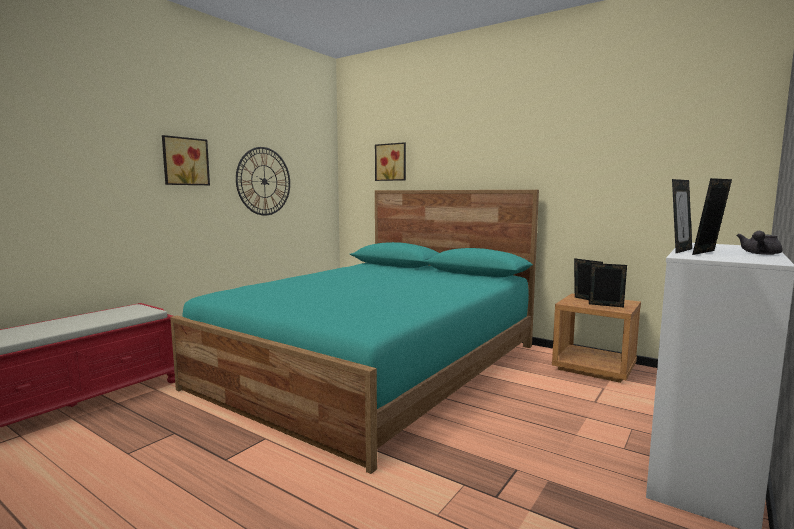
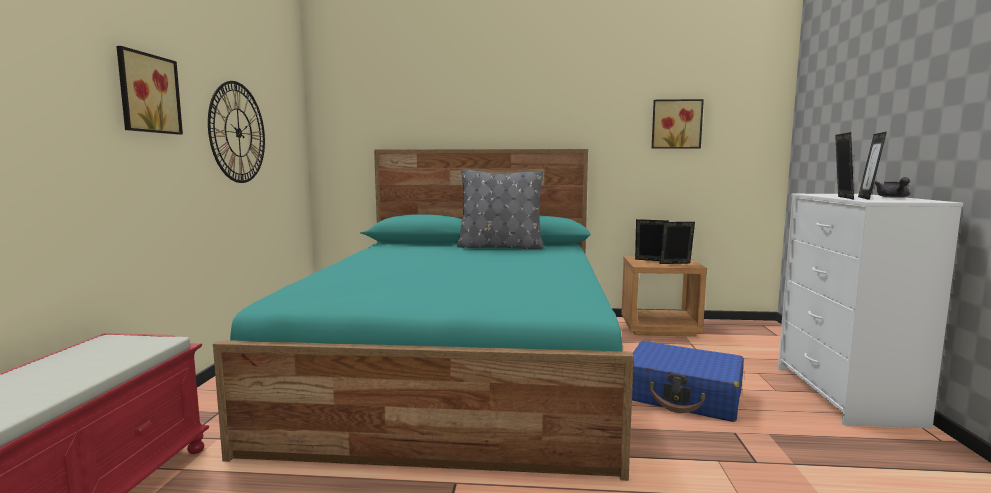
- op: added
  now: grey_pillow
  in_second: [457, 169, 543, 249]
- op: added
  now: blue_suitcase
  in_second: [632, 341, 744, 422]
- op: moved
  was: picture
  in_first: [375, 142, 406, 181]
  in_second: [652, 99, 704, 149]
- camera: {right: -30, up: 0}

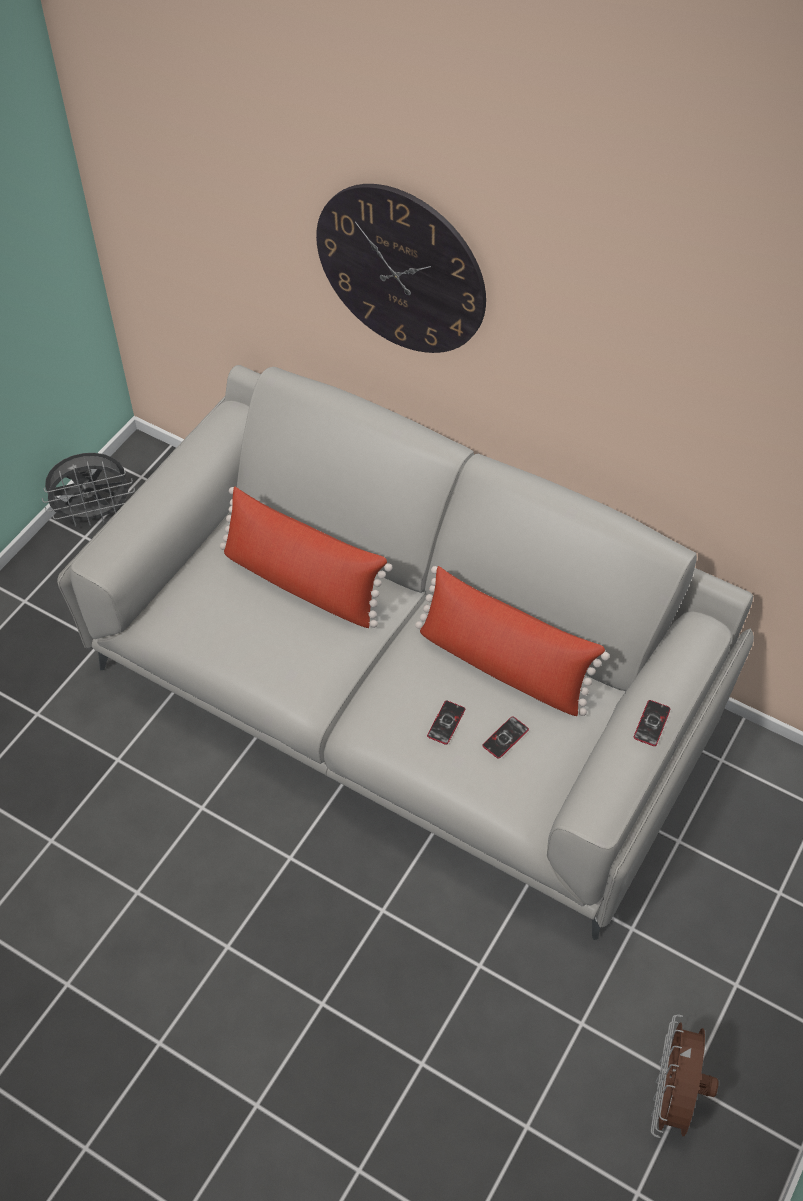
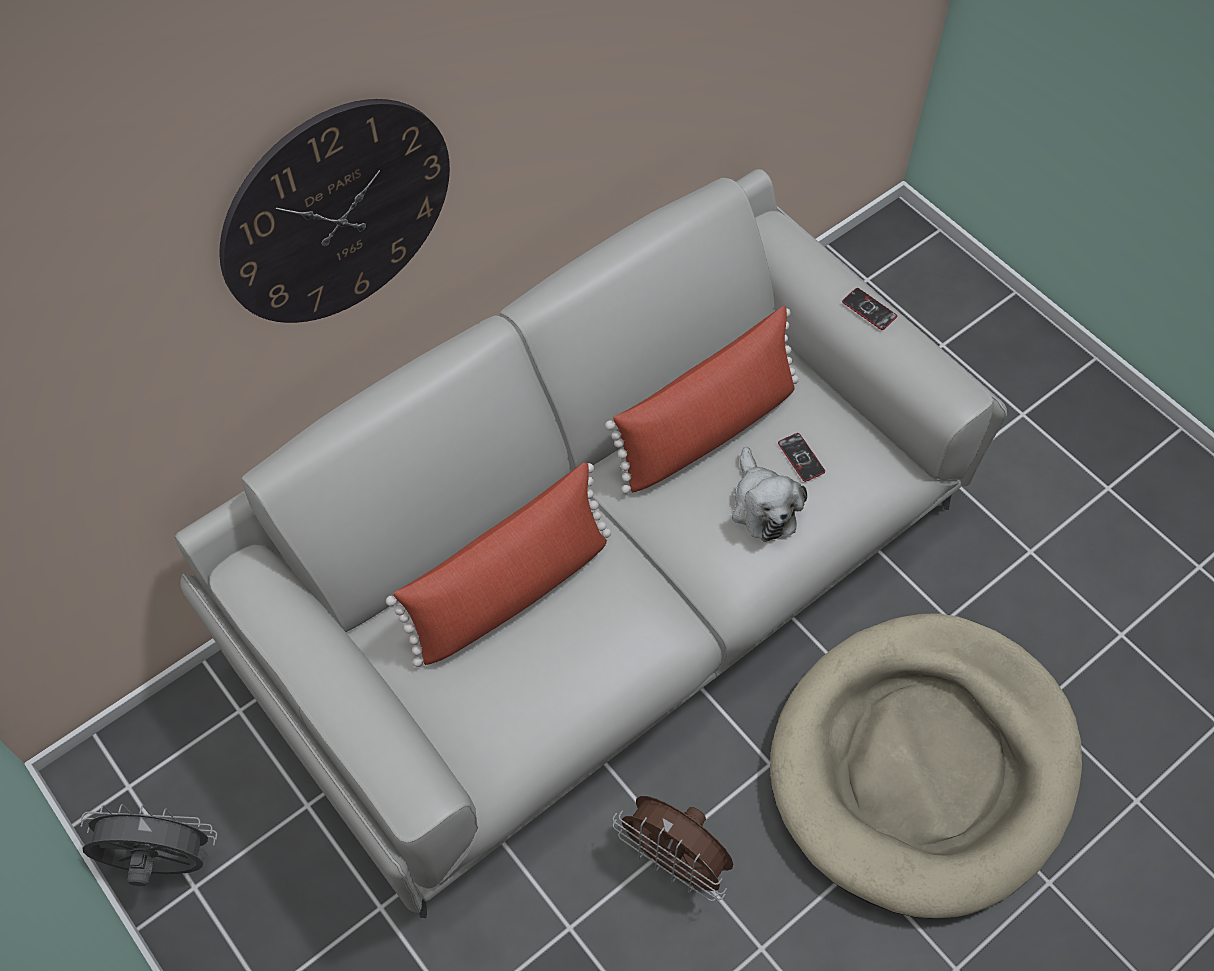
- op: turned
  was: grey_fan
  in_first: [42, 453, 135, 526]
  in_second: [80, 804, 217, 886]
  clockwise: -90
- op: moved
  was: brown_fan
  in_first: [651, 1015, 719, 1138]
  in_second: [613, 796, 733, 901]
- op: replaced
  was: phone
  now: plush_toy
  in_first: [427, 701, 465, 745]
  in_second: [732, 447, 807, 542]
- op: added
  now: beige_dog_bed
  in_second: [770, 614, 1082, 919]
- camera: {right: -70, up: 5}

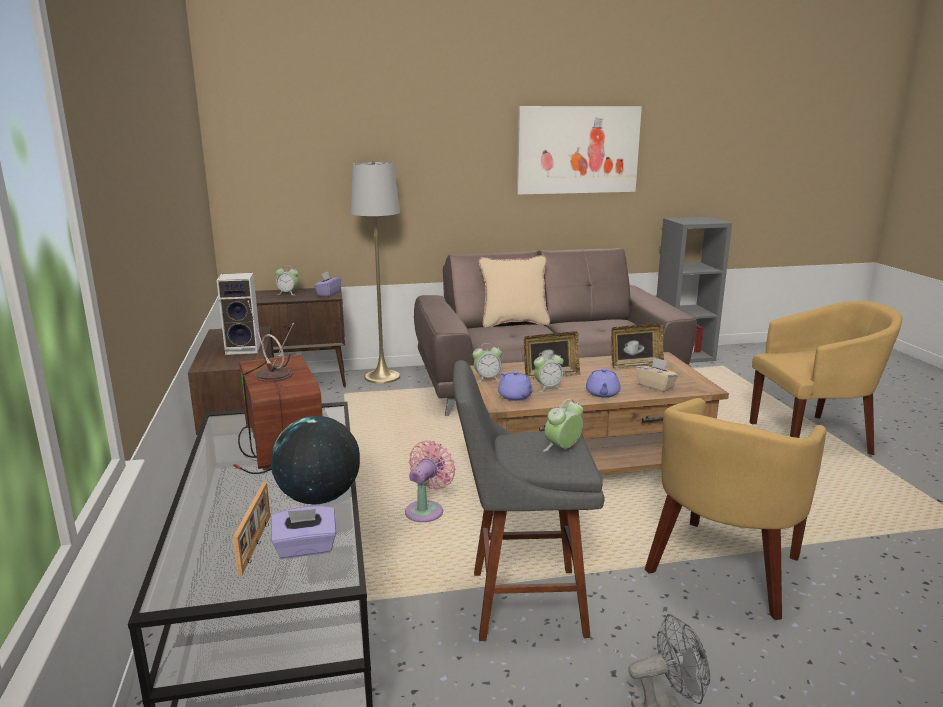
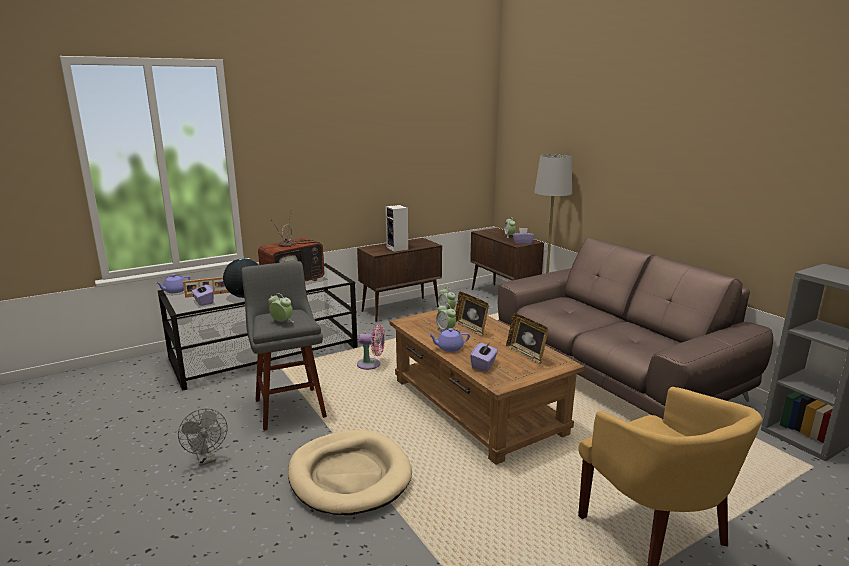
- op: moved
  was: purple_teapot
  in_first: [498, 371, 533, 401]
  in_second: [156, 274, 190, 293]
- op: replaced
  was: yellow_armchair
  now: beige_dog_bed
  in_first: [645, 398, 826, 620]
  in_second: [288, 430, 412, 515]
- op: recoloured
  was: beige_tissue_box
  now: purple_tissue_box
  in_first: [636, 357, 678, 392]
  in_second: [470, 341, 498, 371]
- op: removed
  was: beige_pillow
  in_first: [479, 255, 550, 328]
- op: removed
  was: picture
  in_first: [517, 106, 642, 195]
- camera: {right: 70, up: 0}

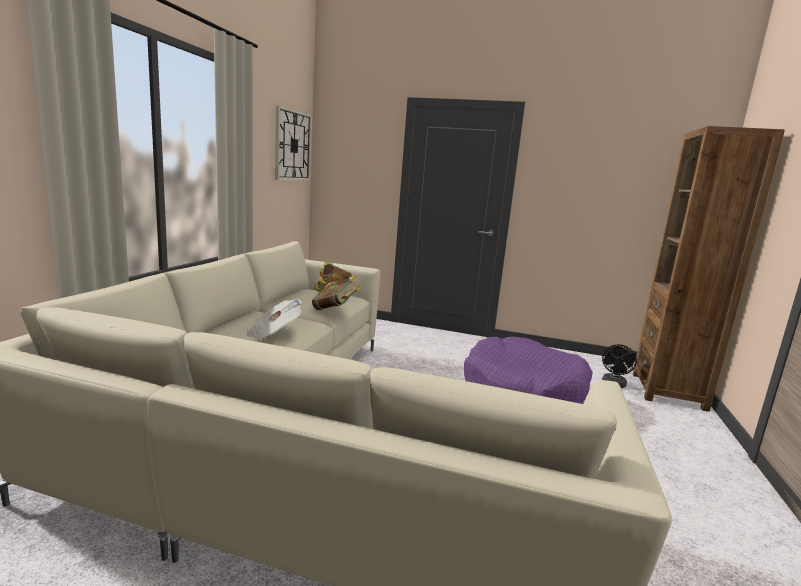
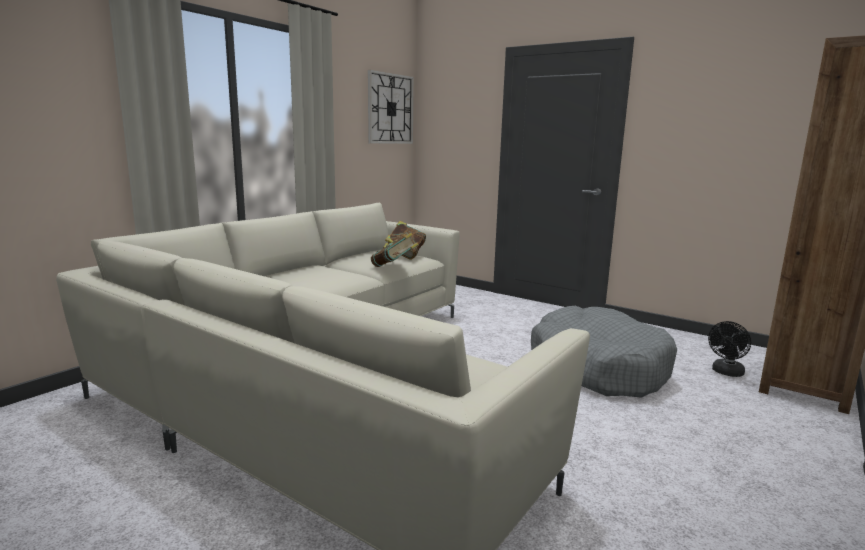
- op: recoloured
  was: purple_dog_bed
  now: grey_dog_bed
  in_first: [464, 337, 593, 404]
  in_second: [531, 306, 677, 398]
- op: removed
  was: newspaper
  in_first: [243, 299, 303, 339]
- camera: {right: 20, up: 0}

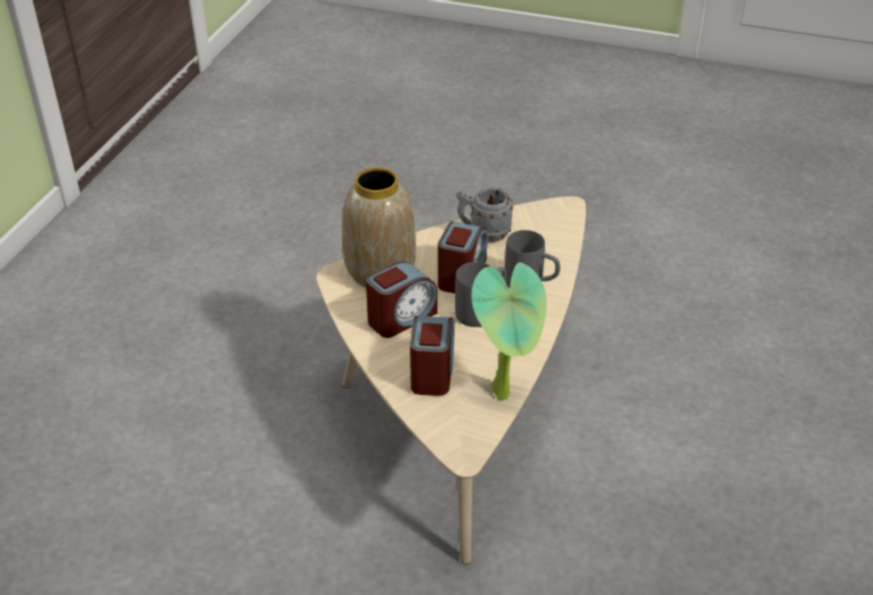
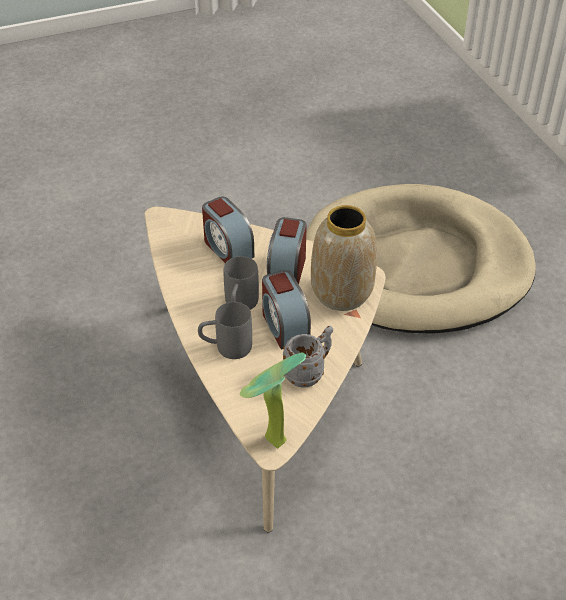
- op: moved
  was: potted_plant
  in_first: [471, 263, 547, 400]
  in_second: [240, 353, 306, 449]
- op: added
  now: beige_dog_bed
  in_second: [306, 184, 536, 334]
- camera: {right: 140, up: 5}

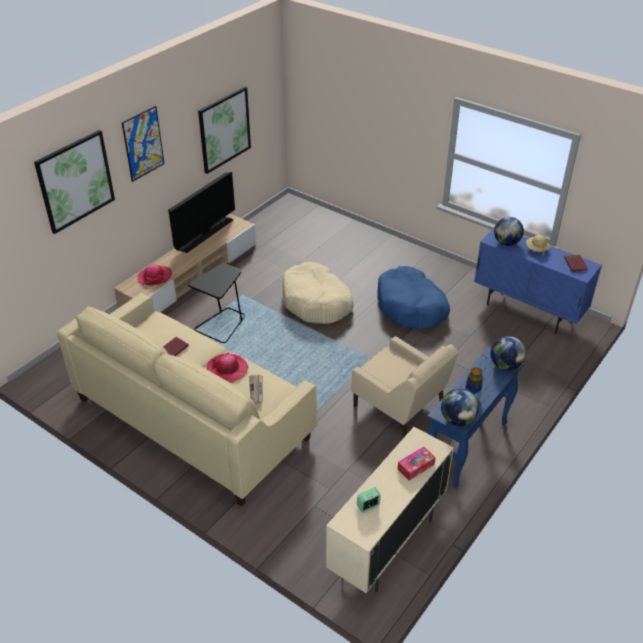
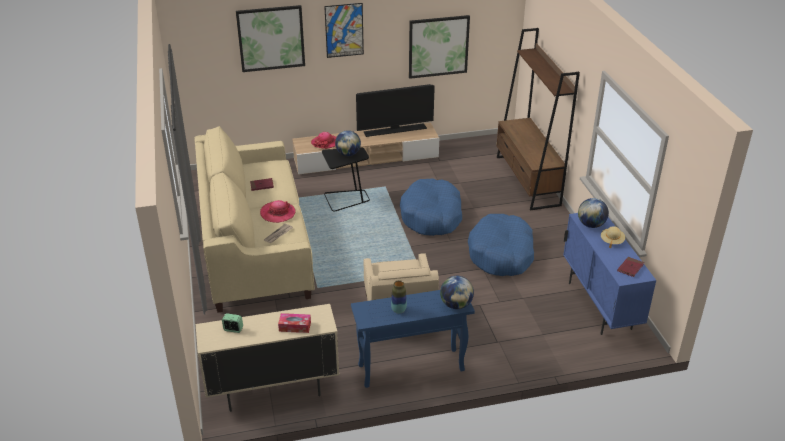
- op: moved
  was: globe
  in_first: [441, 389, 479, 426]
  in_second: [335, 130, 361, 156]
- op: recoloured
  was: beige_dog_bed
  now: blue_dog_bed
  in_first: [283, 262, 353, 324]
  in_second: [400, 179, 462, 236]
- op: added
  now: brown_bookcase
  in_second: [497, 28, 580, 210]
- camera: {right: 40, up: -5}

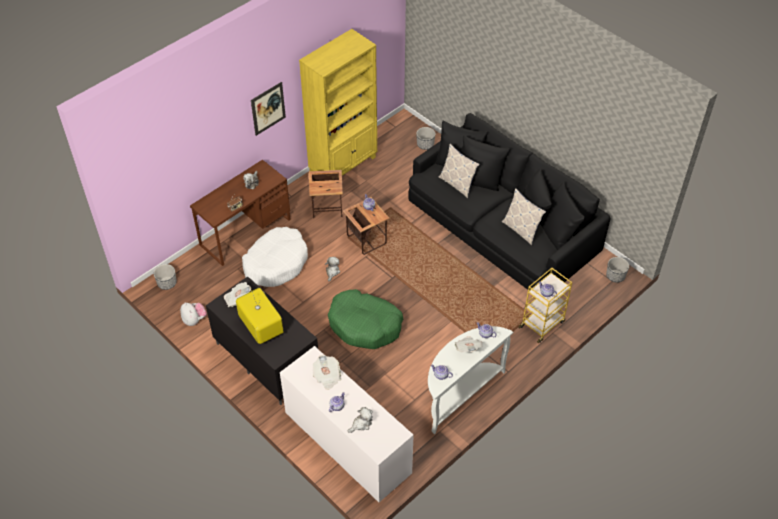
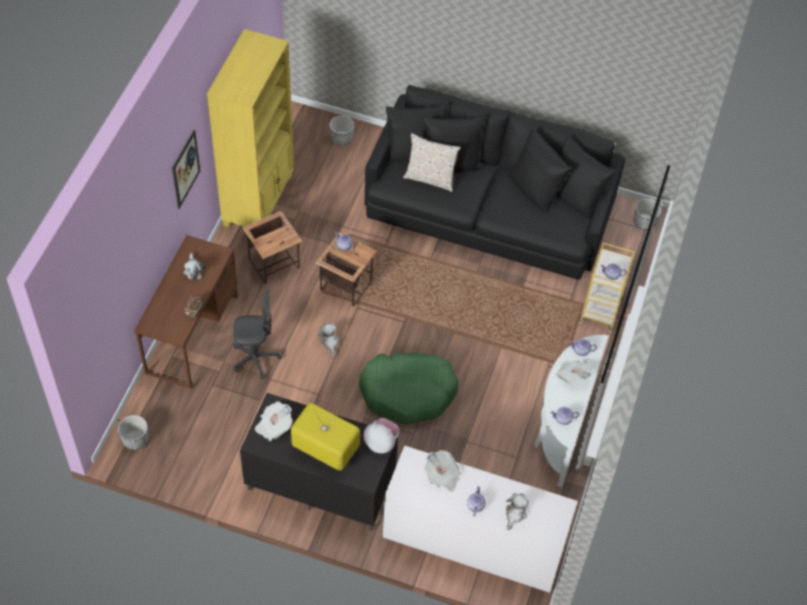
- op: replaced
  was: white_dog_bed
  now: grey_office_chair
  in_first: [242, 227, 308, 287]
  in_second: [233, 290, 282, 379]
- op: moved
  was: plush_toy
  in_first: [180, 303, 207, 326]
  in_second: [364, 418, 400, 454]
- op: removed
  was: pillow
  in_first: [502, 188, 546, 246]
- camera: {right: -30, up: 5}

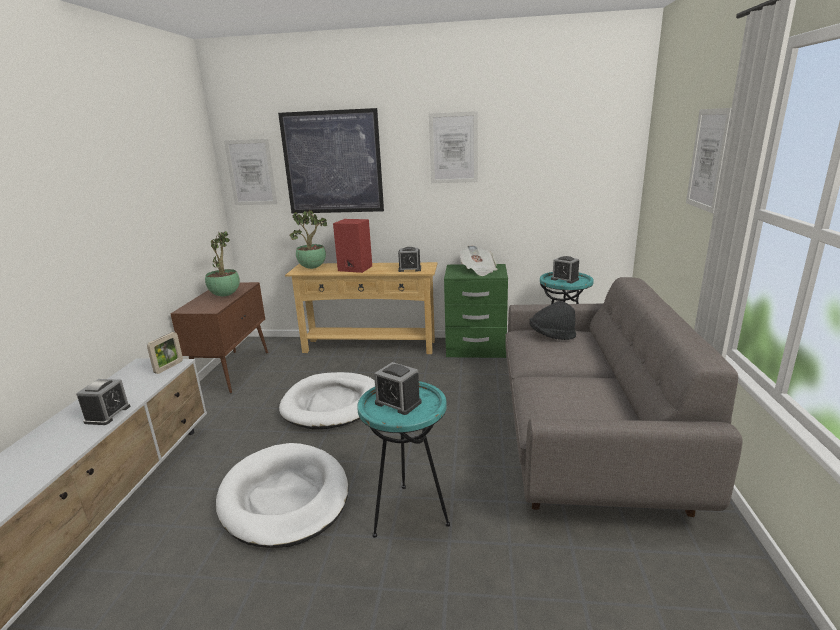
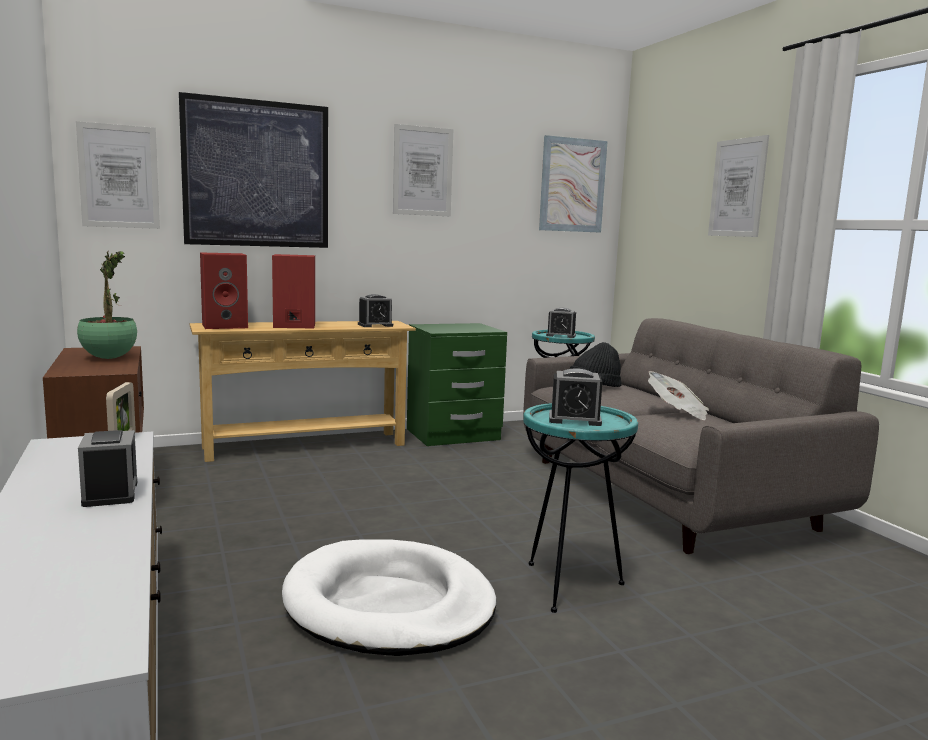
- op: replaced
  was: potted_plant
  now: red_speaker
  in_first: [289, 210, 327, 269]
  in_second: [200, 253, 248, 329]
- op: added
  now: picture
  in_second: [539, 135, 608, 233]
- op: moved
  was: newspaper
  in_first: [460, 245, 498, 276]
  in_second: [648, 371, 709, 421]
- op: removed
  was: white_dog_bed
  in_first: [279, 372, 375, 430]
- camera: {right: -30, up: -10}

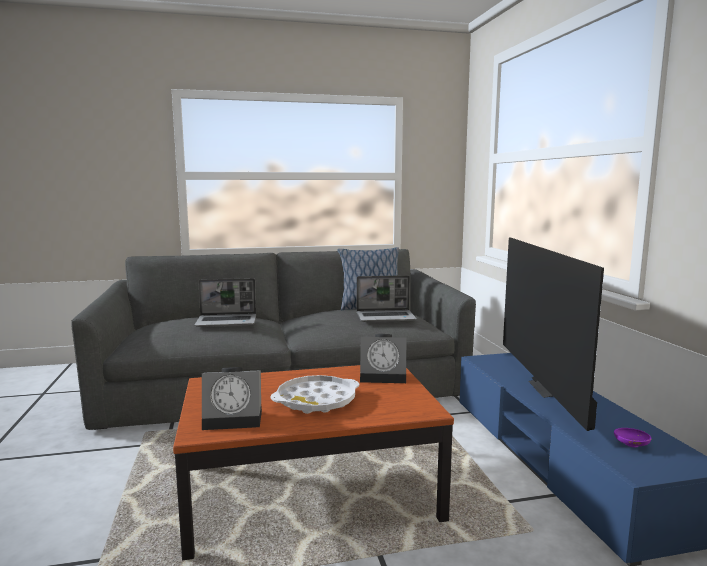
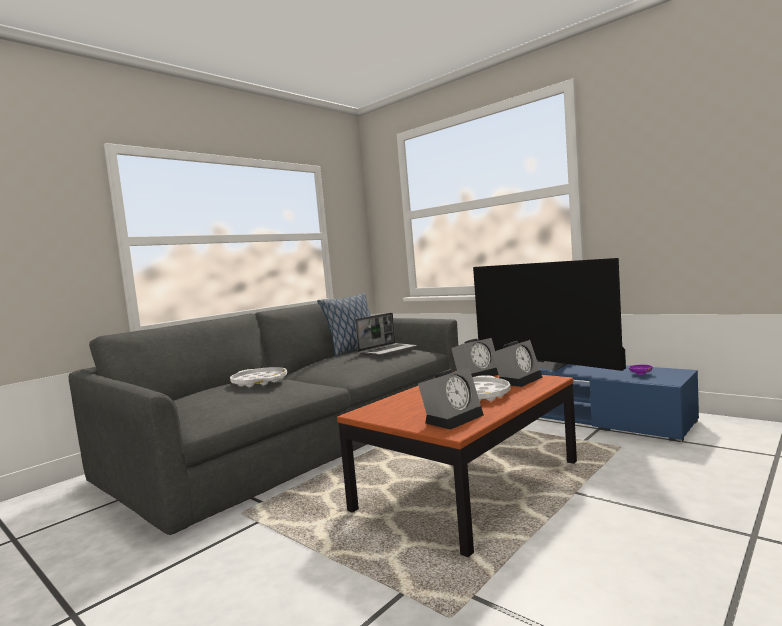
- op: replaced
  was: laptop
  now: white_tray
  in_first: [194, 278, 256, 327]
  in_second: [230, 367, 287, 387]
- op: added
  now: alarm_clock
  in_second: [492, 340, 543, 387]
- camera: {right: -35, up: -5}

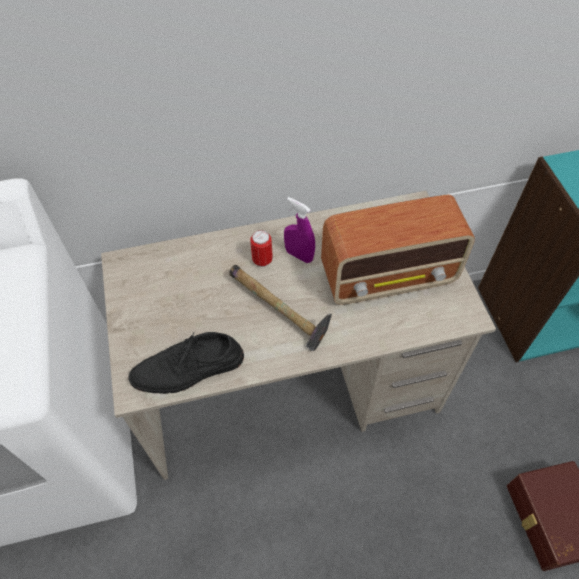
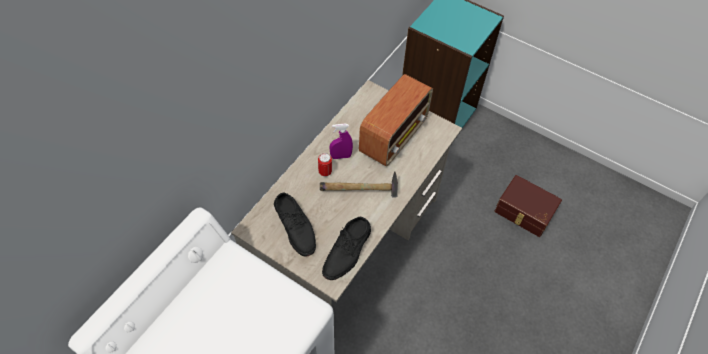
- op: added
  now: black_shoe
  in_second: [274, 193, 316, 257]
- camera: {right: -45, up: 0}

